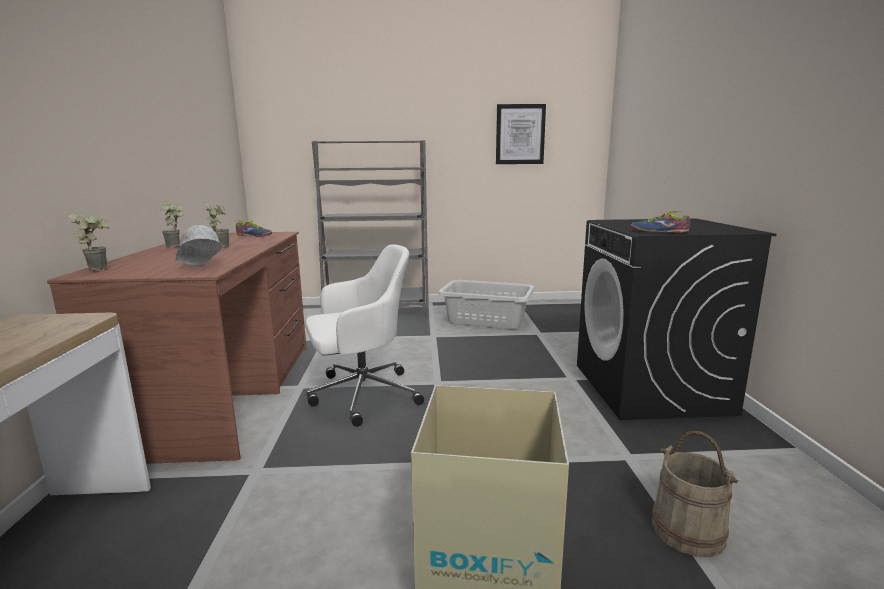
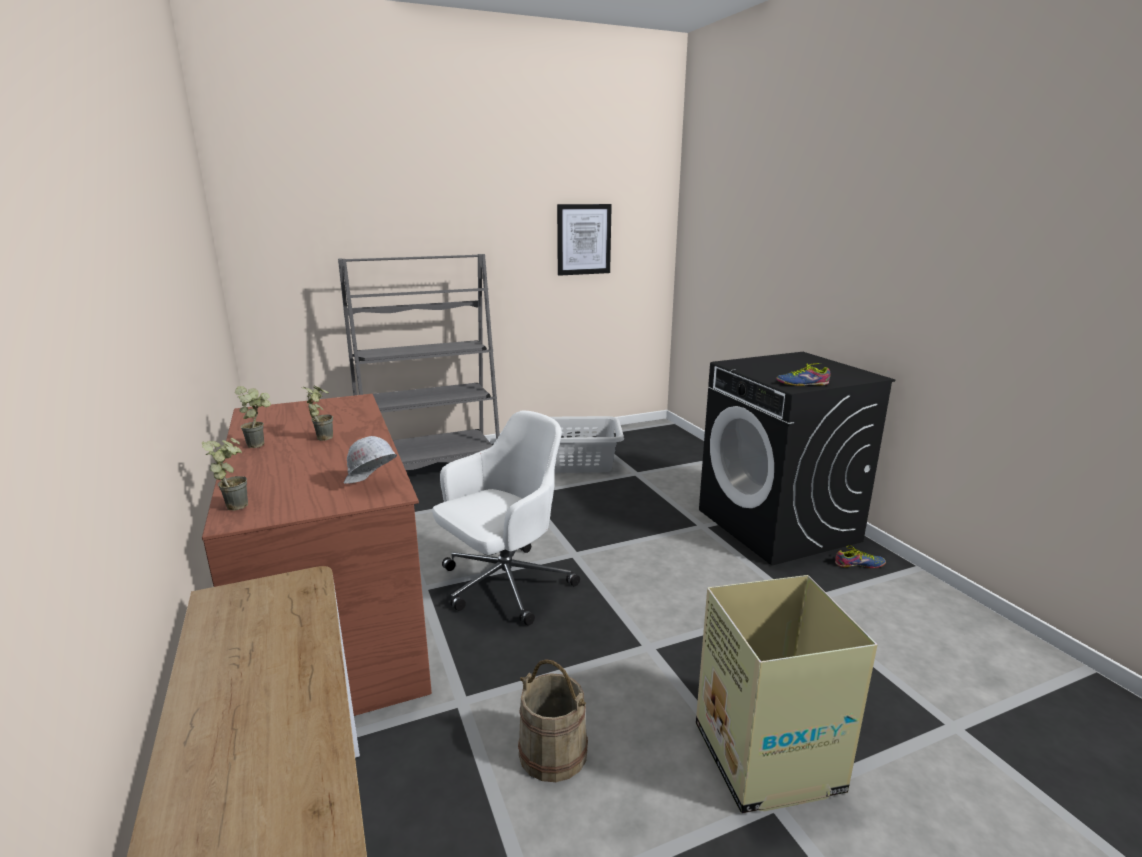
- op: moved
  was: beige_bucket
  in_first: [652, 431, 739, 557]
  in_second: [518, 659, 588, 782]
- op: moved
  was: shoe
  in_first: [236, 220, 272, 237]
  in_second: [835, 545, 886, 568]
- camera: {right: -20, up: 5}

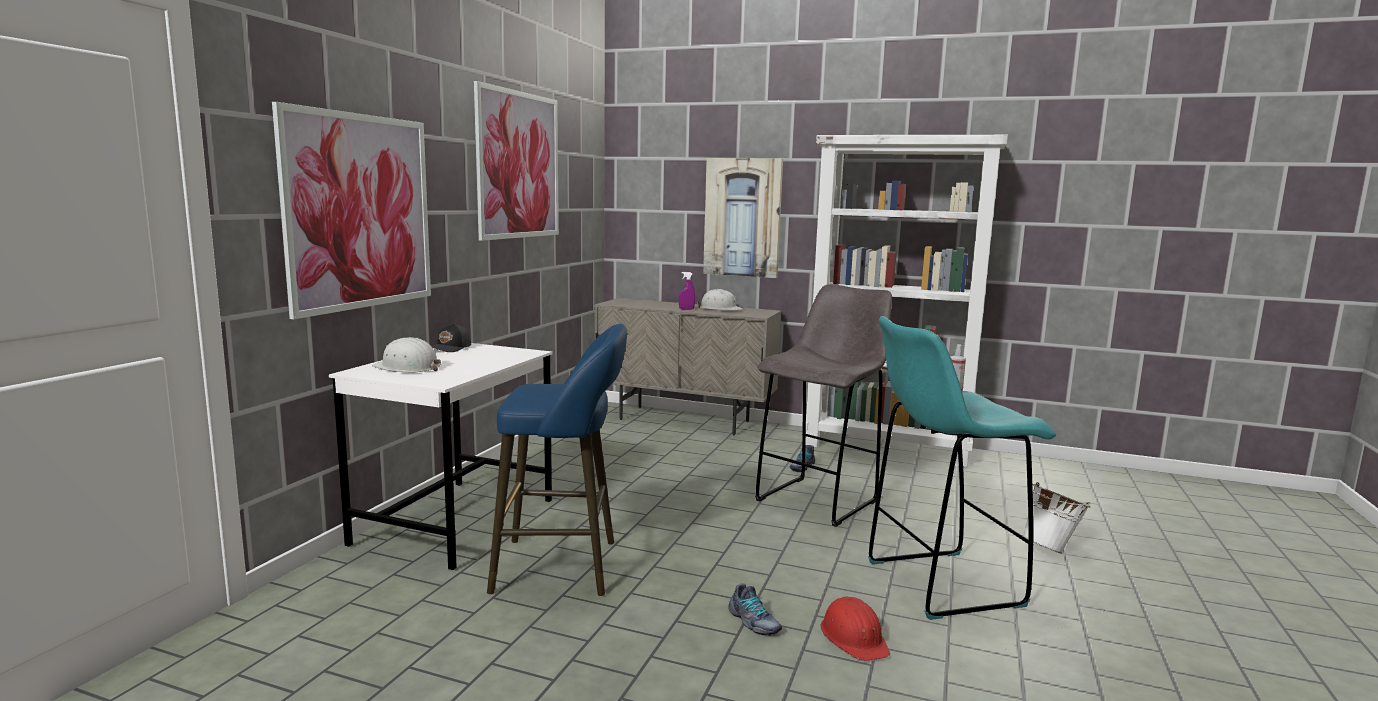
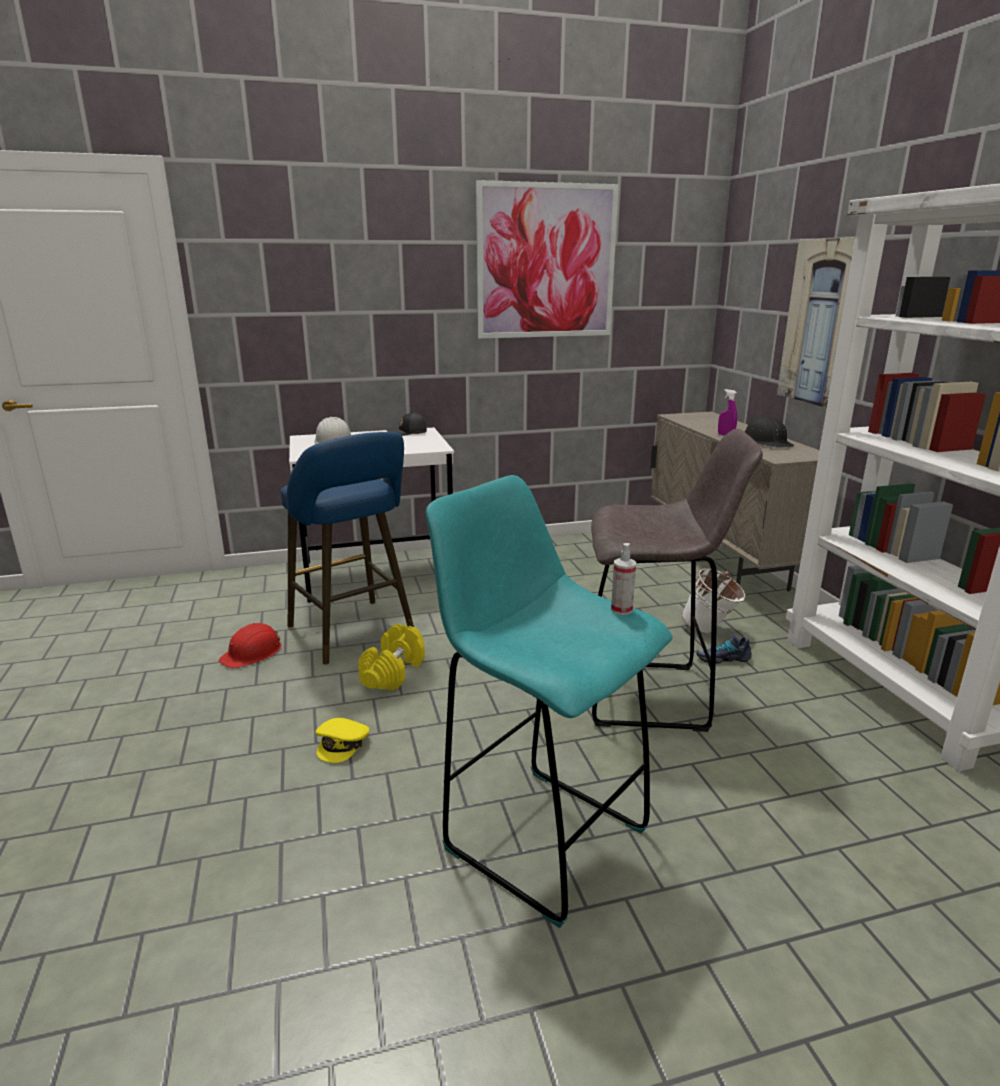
- op: moved
  was: red_hard_hat
  in_first: [820, 596, 890, 661]
  in_second: [219, 623, 281, 669]
- op: replaced
  was: shoe
  now: yellow_cap
  in_first: [728, 583, 782, 636]
  in_second: [315, 718, 370, 763]
- op: added
  now: yellow_dumbbell
  in_second: [358, 624, 425, 691]
- op: moved
  was: white_bucket
  in_first: [1023, 482, 1090, 554]
  in_second: [681, 568, 745, 634]
- op: recoloured
  was: white_hard_hat
  now: black_hard_hat
  in_first: [697, 289, 743, 310]
  in_second: [745, 416, 794, 448]
- op: removed
  was: picture
  in_first: [272, 102, 431, 319]
- camera: {right: 55, up: 10}

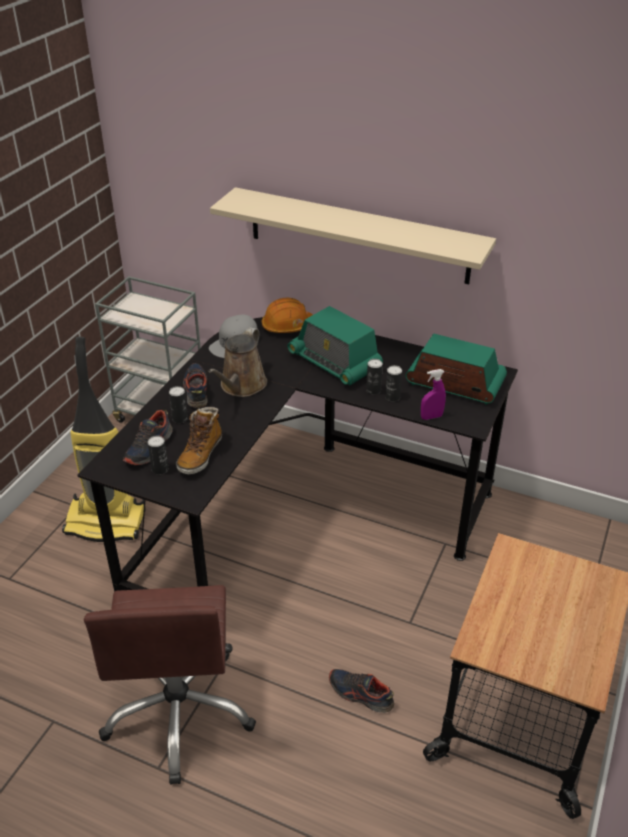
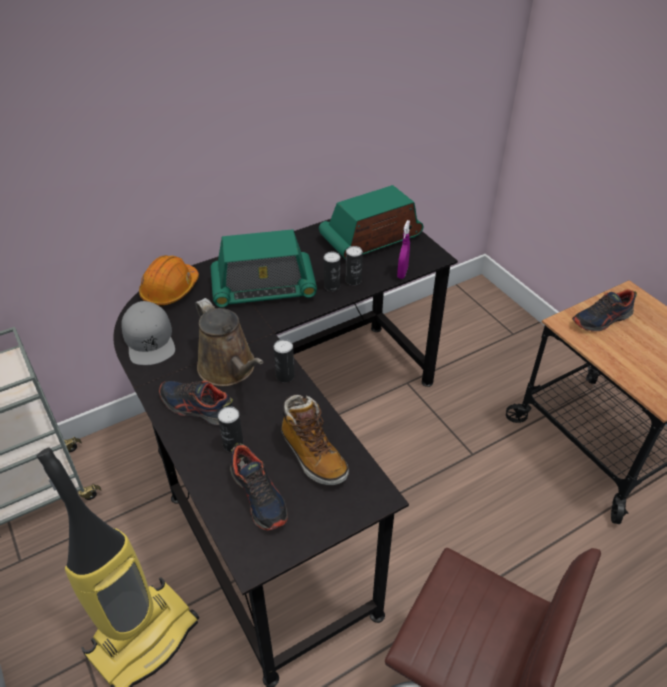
- op: moved
  was: can
  in_first: [148, 436, 168, 475]
  in_second: [274, 339, 295, 383]
- op: moved
  was: shoe
  in_first: [329, 669, 394, 713]
  in_second: [572, 289, 637, 332]
- op: removed
  was: beige_shelf
  in_first: [210, 187, 496, 284]
- camera: {right: -55, up: 5}

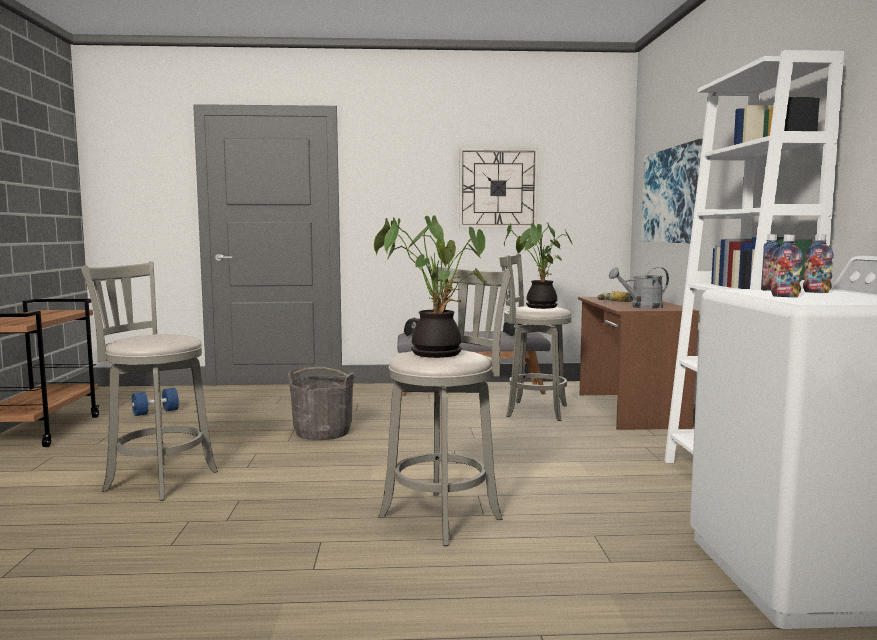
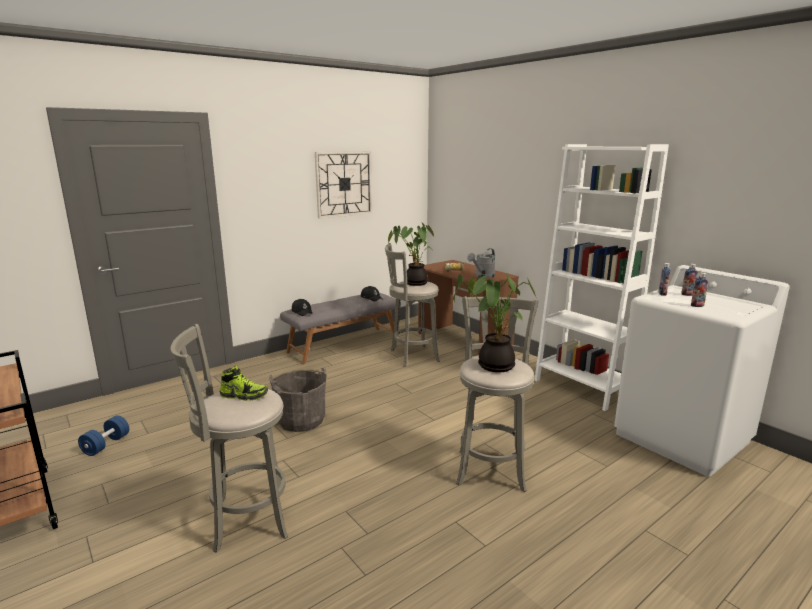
- op: added
  now: shoe
  in_second: [220, 365, 268, 401]
- op: removed
  was: picture
  in_first: [641, 139, 703, 243]
- camera: {right: -35, up: 10}

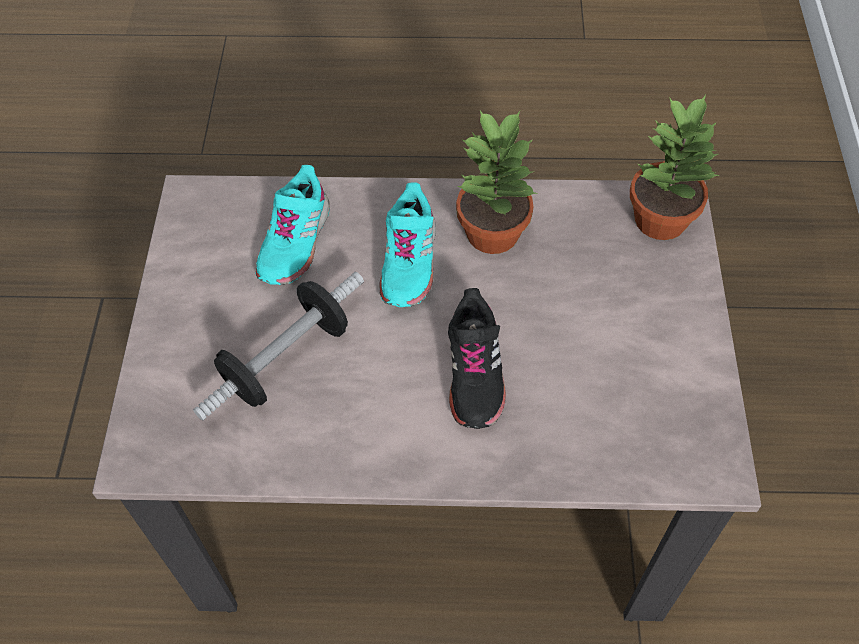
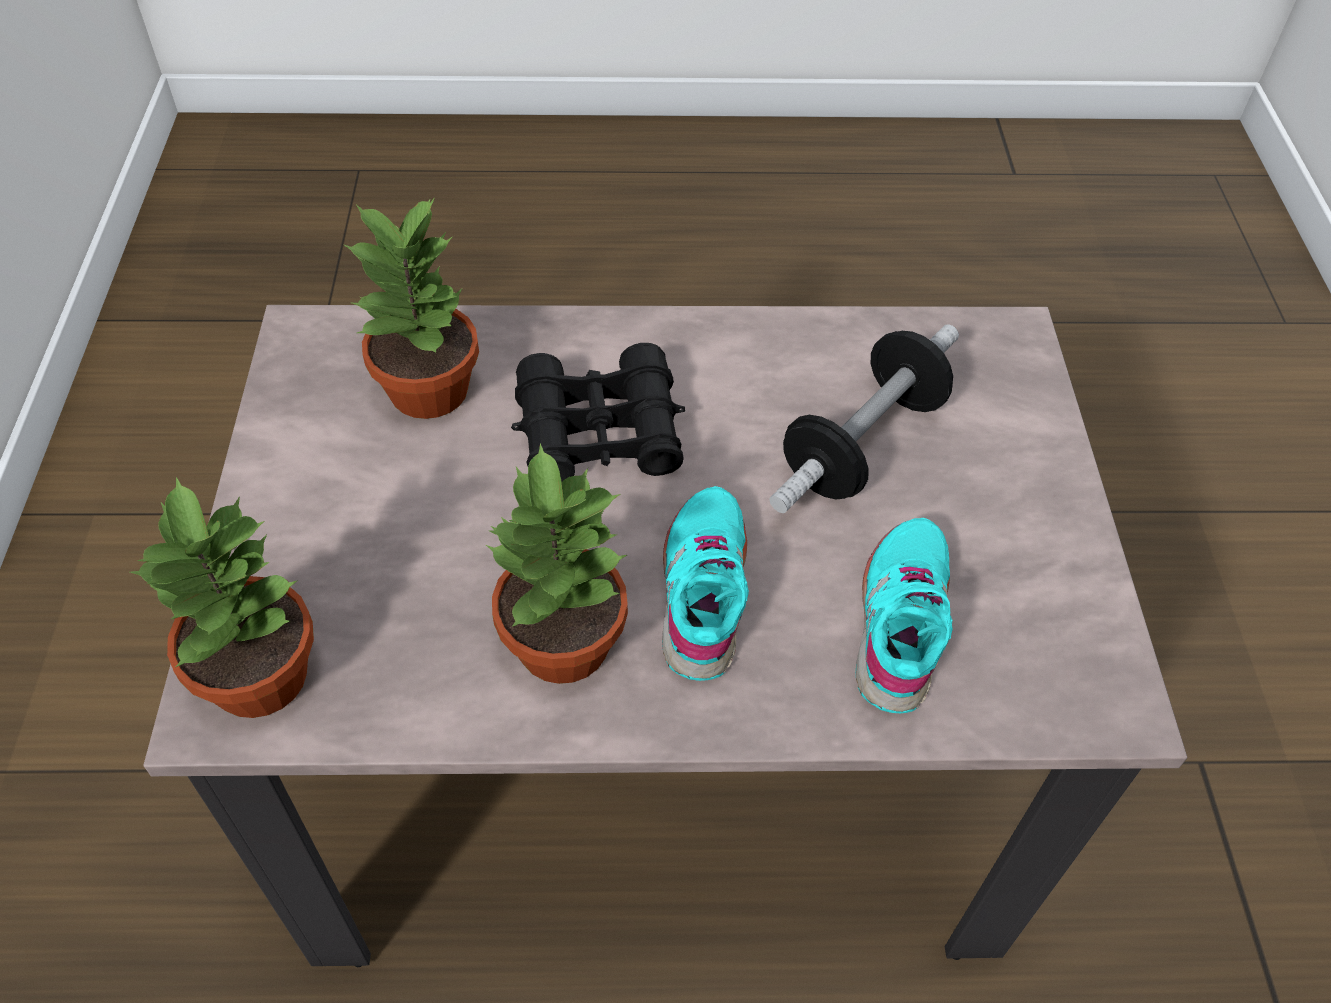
- op: added
  now: potted_plant
  in_second: [344, 197, 479, 419]
- op: replaced
  was: black_shoe
  now: black_binoculars
  in_first: [448, 288, 506, 429]
  in_second: [511, 343, 685, 482]
- camera: {right: 175, up: -5}

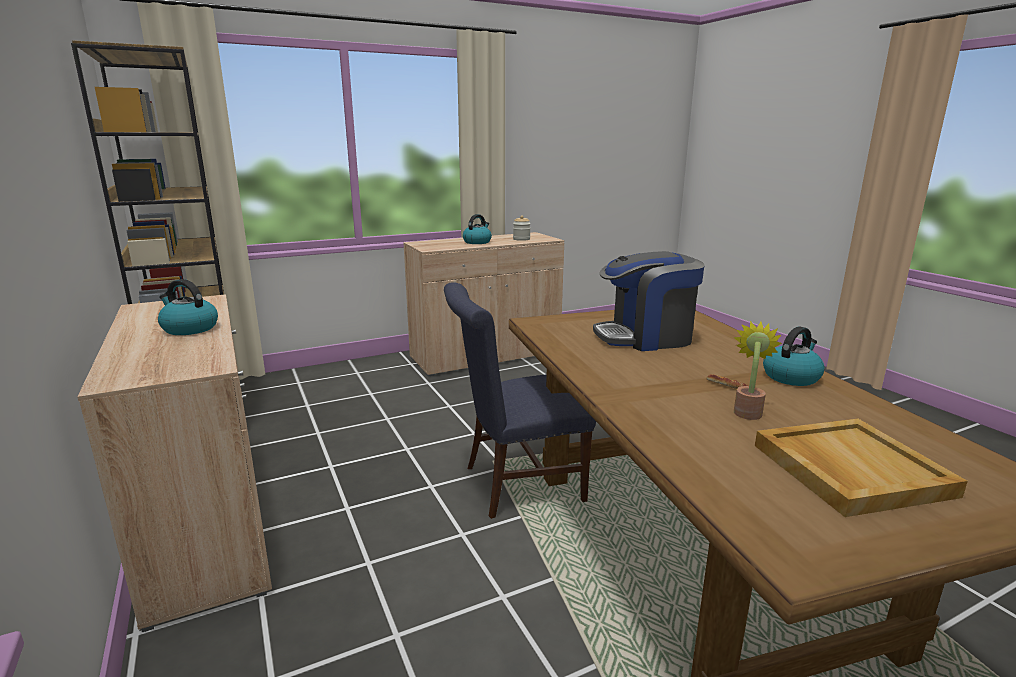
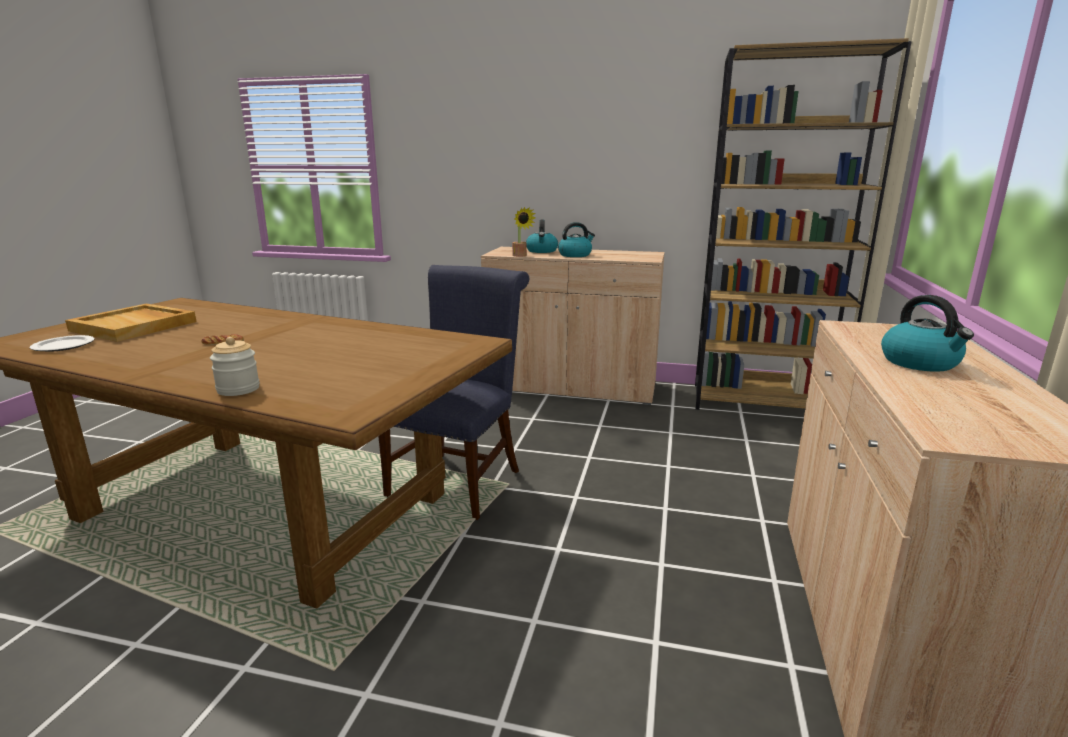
- op: added
  now: plate
  in_second: [30, 335, 94, 352]
- op: moved
  was: jar
  in_first: [513, 215, 531, 241]
  in_second: [210, 337, 260, 396]
- op: moved
  was: potted_plant
  in_first: [734, 321, 782, 420]
  in_second: [512, 207, 536, 257]
- op: moved
  was: kettle
  in_first: [763, 326, 824, 386]
  in_second: [526, 220, 558, 253]
- op: removed
  was: coffee_machine
  in_first: [593, 251, 704, 351]
- camera: {right: 130, up: 0}

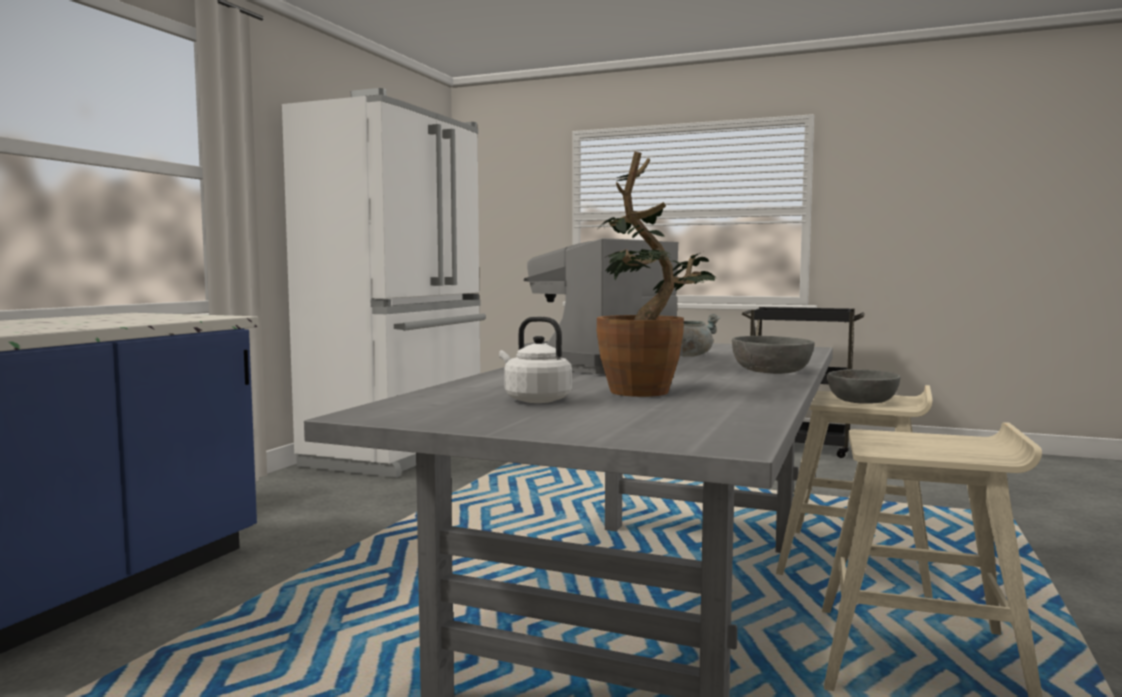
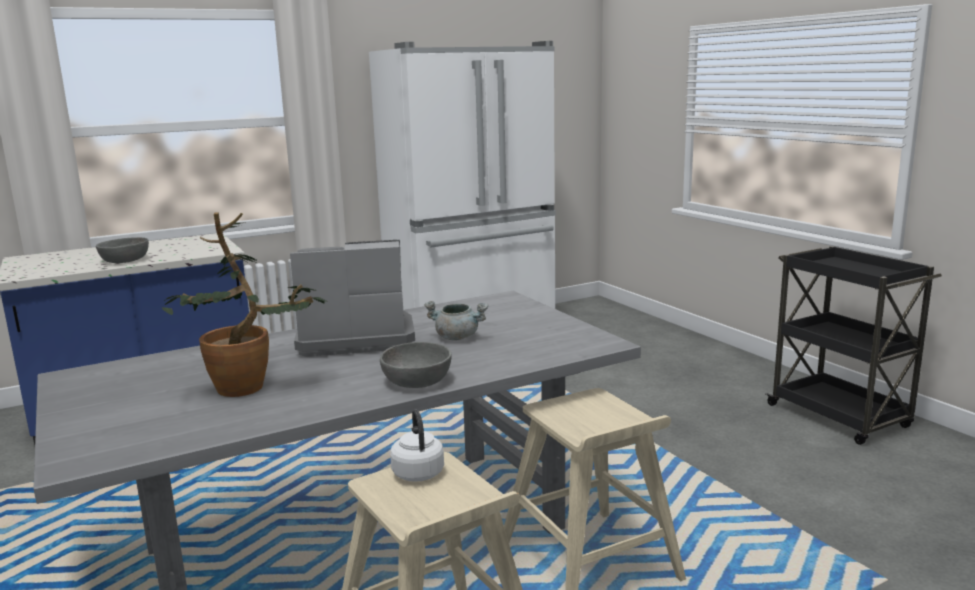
- op: moved
  was: grey_bowl
  in_first: [827, 369, 900, 404]
  in_second: [96, 237, 149, 263]
- op: moved
  was: white_kettle
  in_first: [499, 317, 572, 403]
  in_second: [390, 409, 444, 482]
- camera: {right: 40, up: 10}

